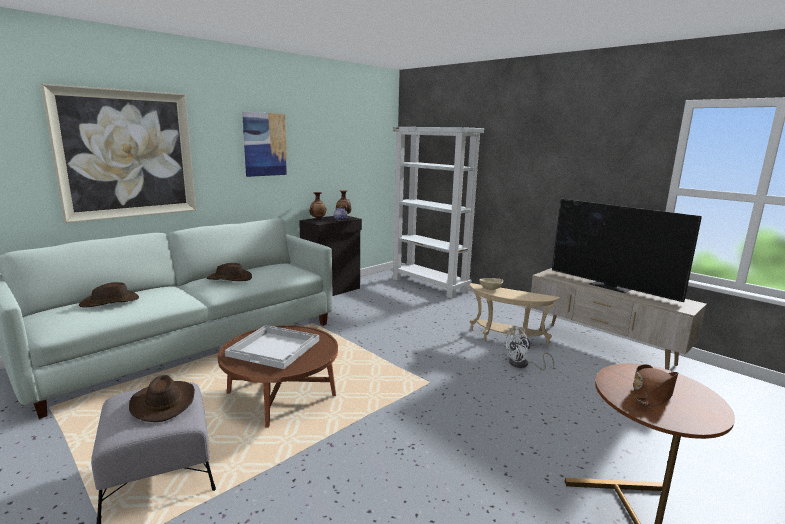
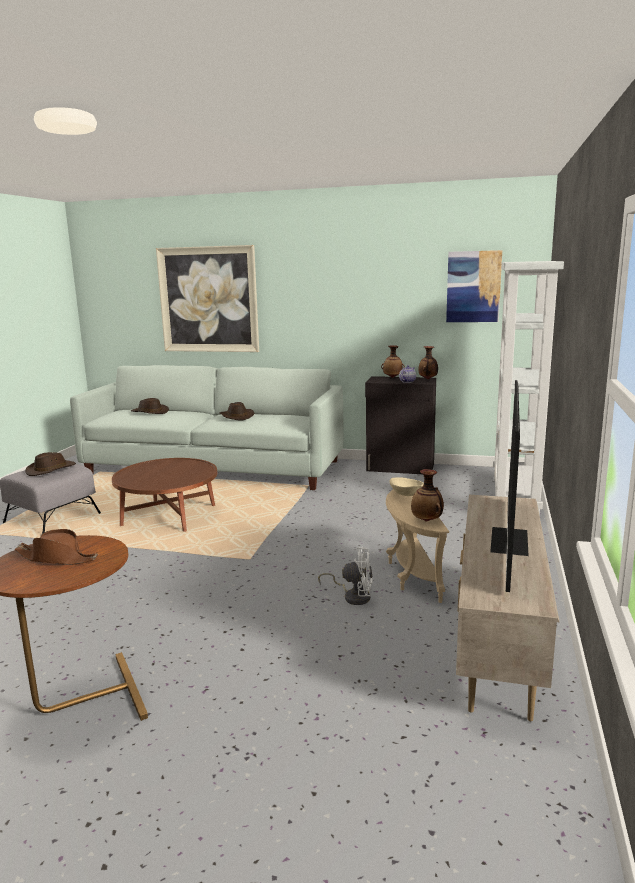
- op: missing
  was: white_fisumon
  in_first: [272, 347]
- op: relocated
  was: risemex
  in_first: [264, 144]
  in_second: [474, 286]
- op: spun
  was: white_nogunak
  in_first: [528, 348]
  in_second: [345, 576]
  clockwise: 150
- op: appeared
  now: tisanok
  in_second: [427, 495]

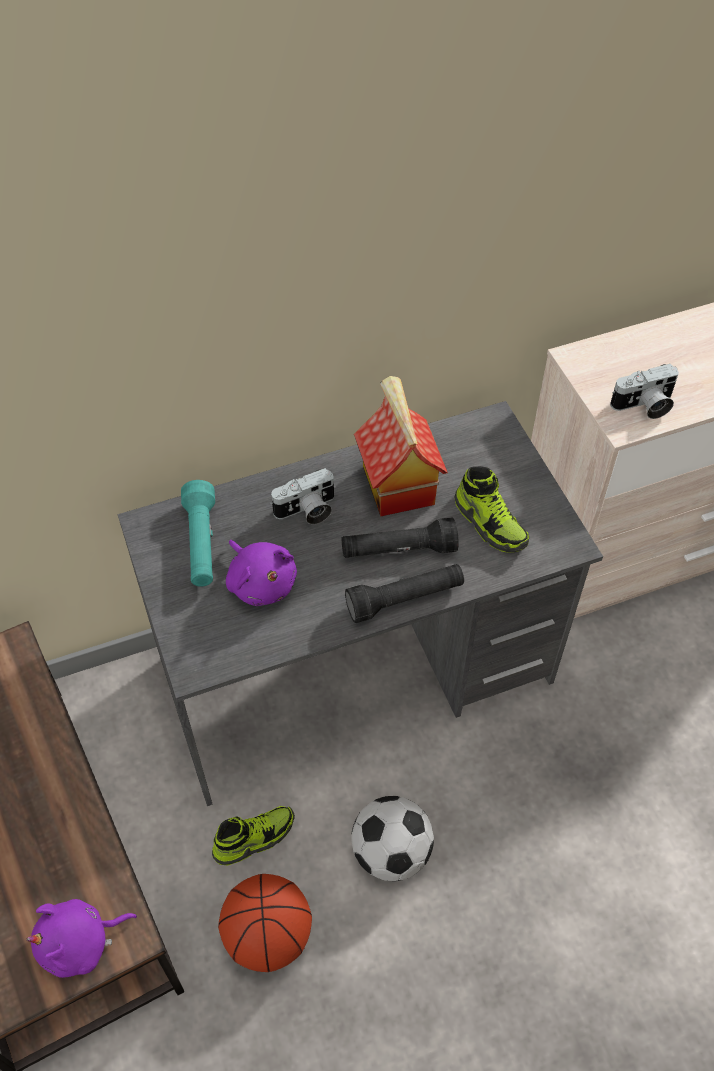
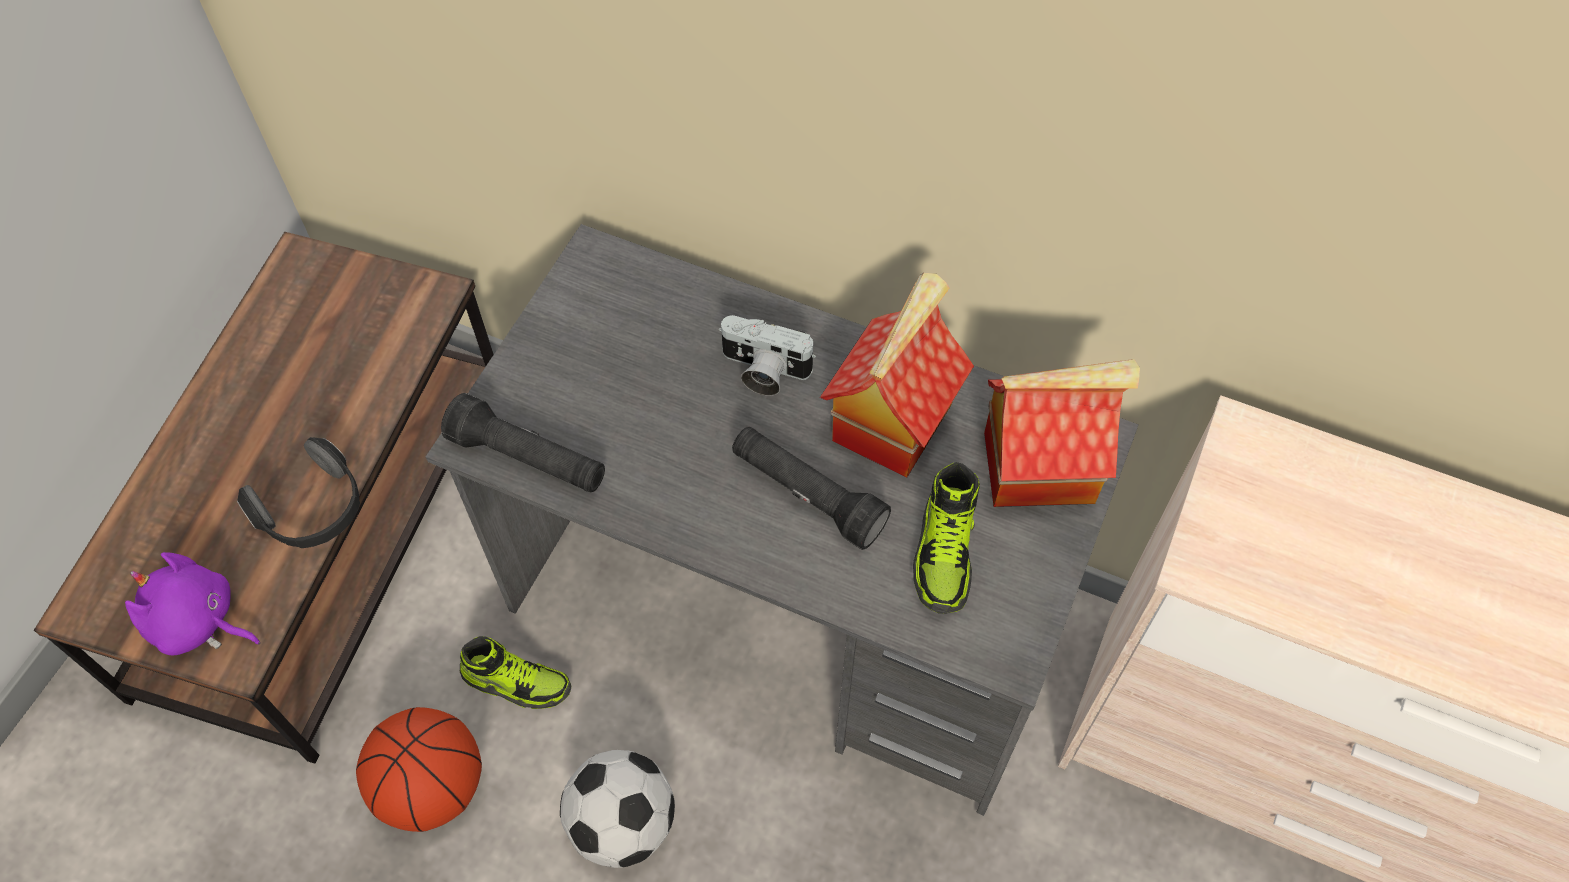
- op: missing
  was: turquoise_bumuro
  in_first: [198, 533]
- op: missing
  was: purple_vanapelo
  in_first: [261, 573]
- op: relocated
  was: black_bumuro
  in_first: [404, 593]
  in_second: [523, 443]
- op: missing
  was: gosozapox
  in_first: [644, 391]
- op: appeared
  now: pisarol
  in_second: [298, 492]
- op: appeared
  now: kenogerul
  in_second: [1062, 433]

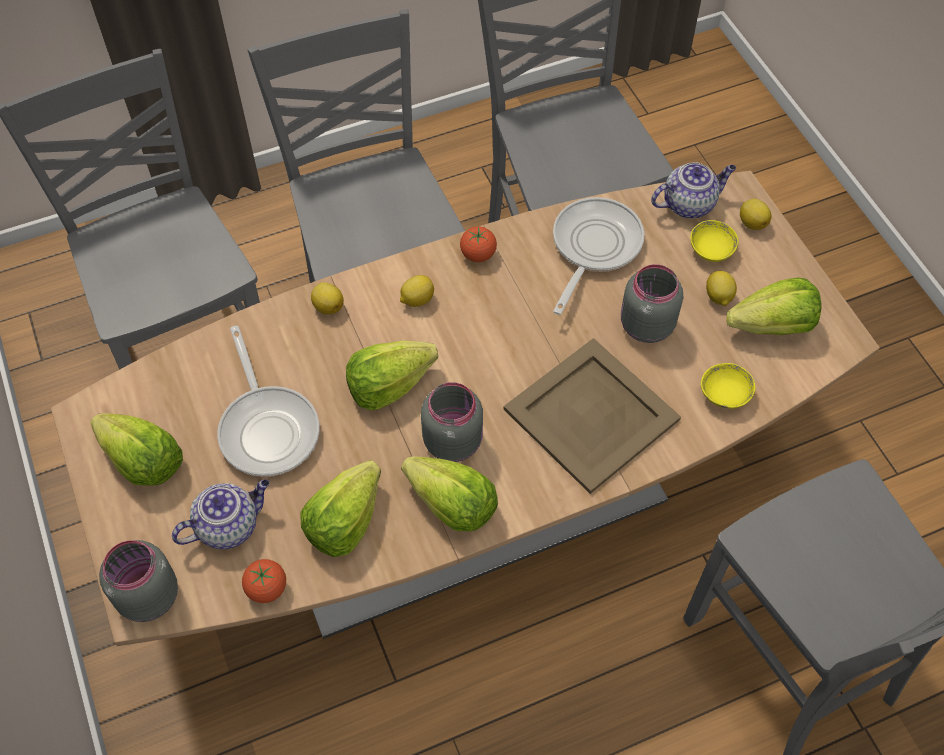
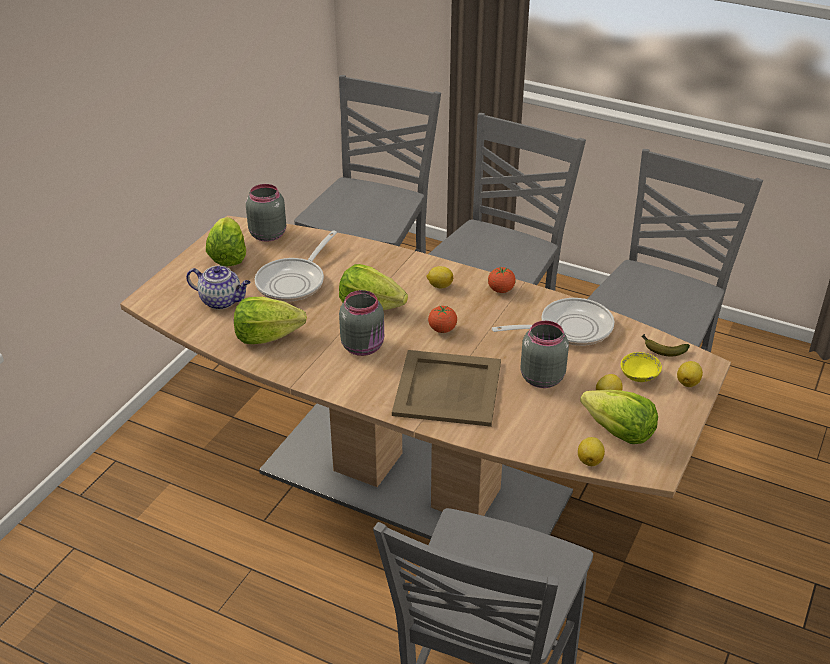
- op: relocated
  was: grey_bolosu
  in_first: [138, 581]
  in_second: [266, 213]
- op: relocated
  was: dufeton
  in_first: [264, 581]
  in_second: [442, 319]
- op: relocated
  was: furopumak
  in_first: [327, 298]
  in_second: [591, 451]
- op: missing
  was: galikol
  in_first: [449, 493]
- op: exchanged
  was: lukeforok
  now: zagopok
  in_first: [693, 190]
  in_second: [665, 345]
- op: missing
  was: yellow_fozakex
  in_first: [728, 386]

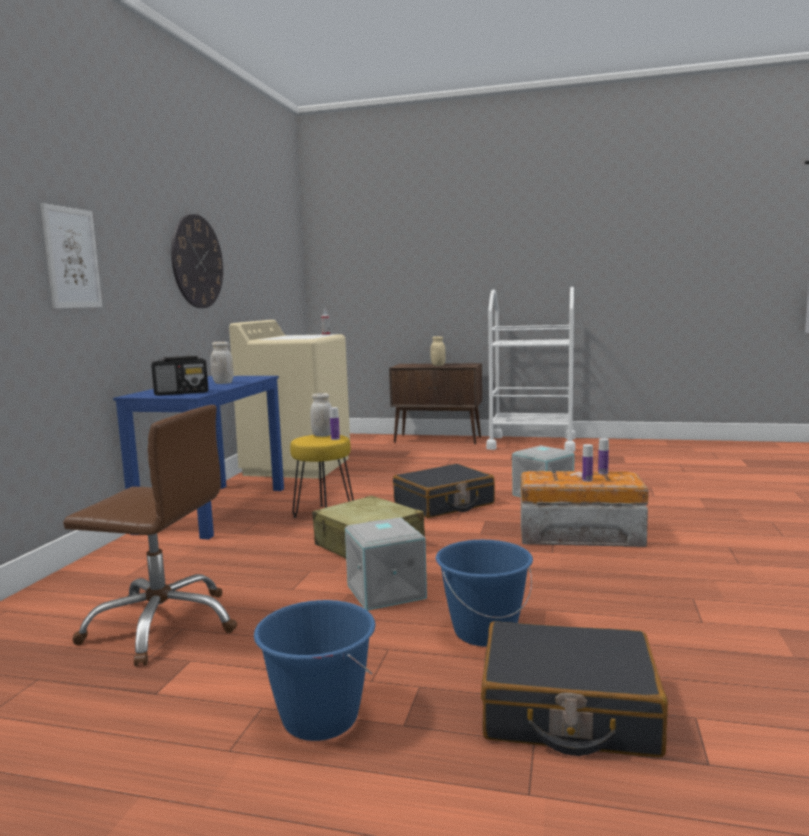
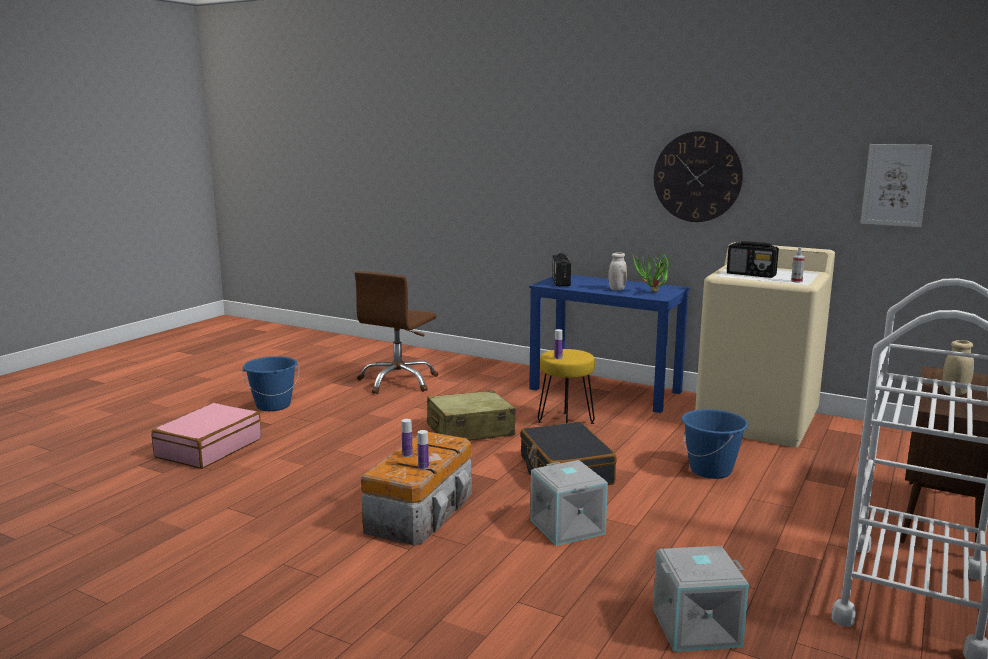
- op: relocated
  was: risemex
  in_first: [71, 256]
  in_second: [896, 185]
- op: missing
  was: white_bolosu
  in_first: [321, 415]
- op: relocated
  was: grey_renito
  in_first: [386, 564]
  in_second: [701, 599]
- op: relocated
  was: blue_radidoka
  in_first: [484, 593]
  in_second: [715, 444]
- op: colour
  was: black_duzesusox
  now: pink_duzesusox
  in_first: [574, 689]
  in_second: [206, 436]
- op: appeared
  now: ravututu
  in_second: [650, 273]
- op: appeared
  now: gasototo
  in_second: [753, 259]

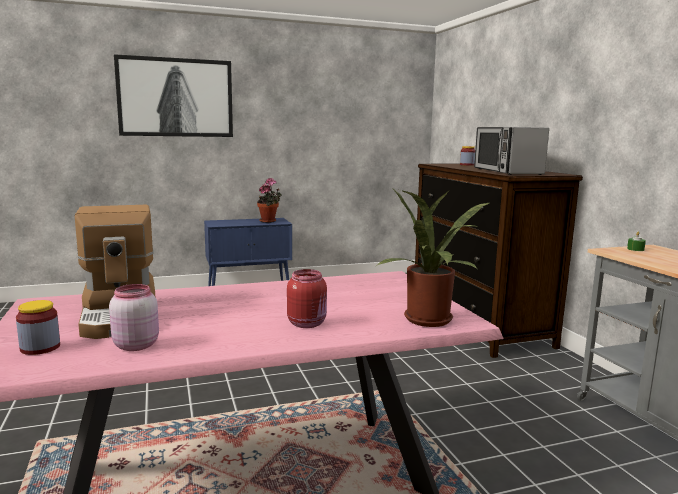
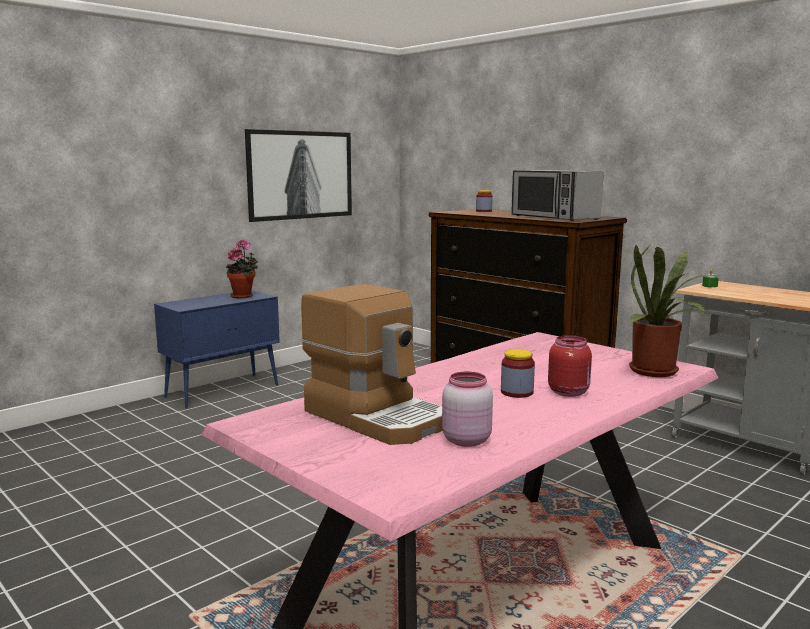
- op: relocated
  was: bolosu
  in_first: [38, 327]
  in_second: [518, 373]
- op: relocated
  was: risemex
  in_first: [173, 95]
  in_second: [298, 175]

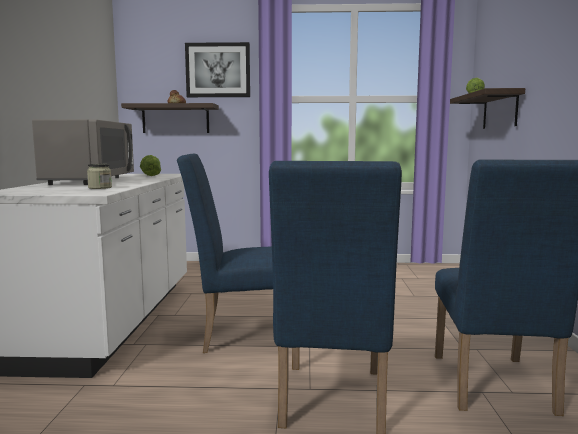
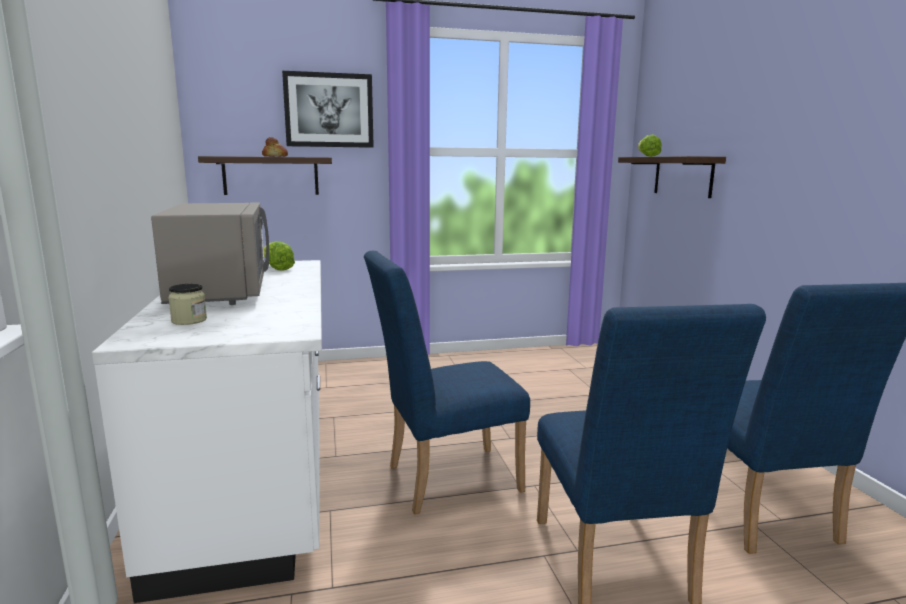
- op: relocated
  was: bolosu
  in_first: [99, 176]
  in_second: [187, 304]

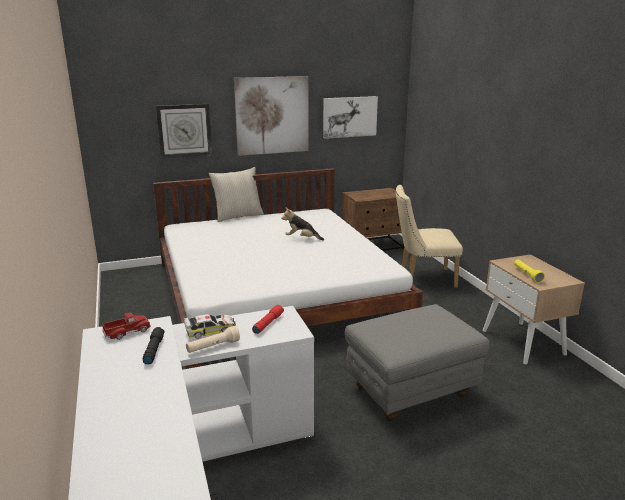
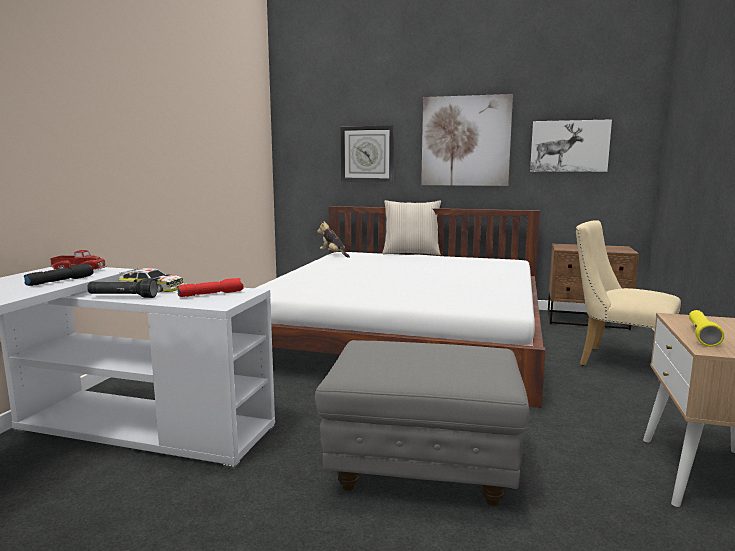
- op: colour
  was: beige_bumuro
  now: black_bumuro
  in_first: [213, 339]
  in_second: [122, 288]
- op: relocated
  was: vanapelo
  in_first: [302, 224]
  in_second: [333, 239]

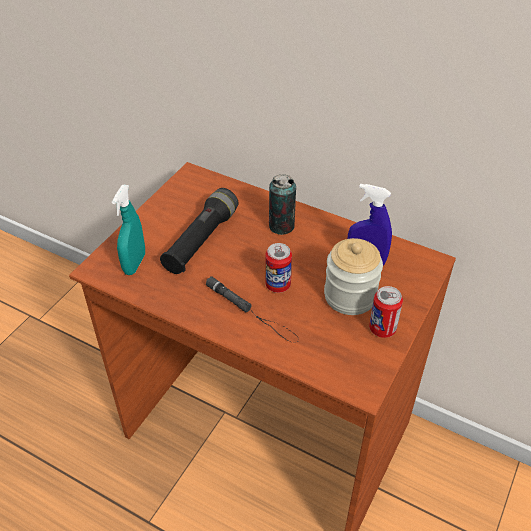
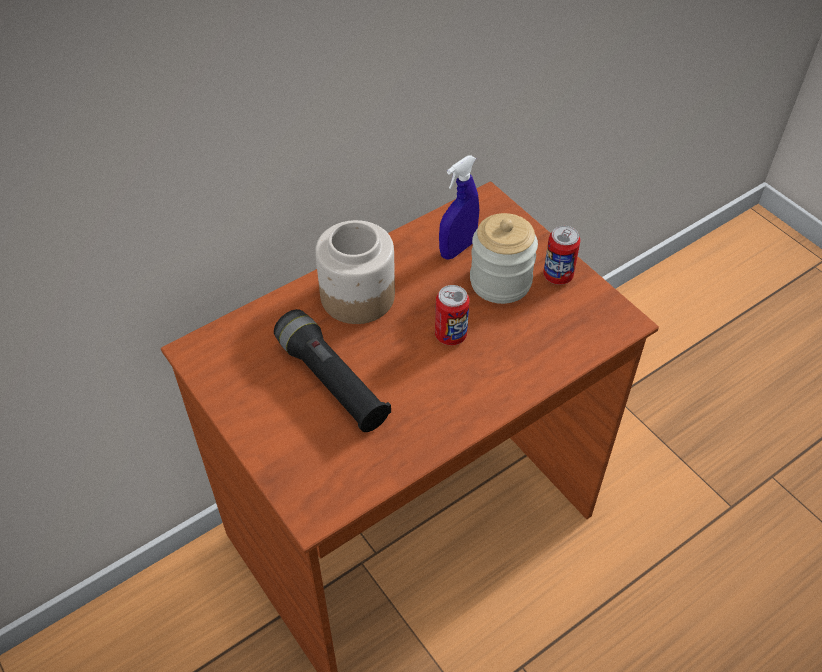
- op: missing
  was: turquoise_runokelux
  in_first: [128, 230]
- op: missing
  was: black_bumuro
  in_first: [252, 309]
- op: exchanged
  was: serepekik
  now: bolosu
  in_first: [282, 204]
  in_second: [355, 272]

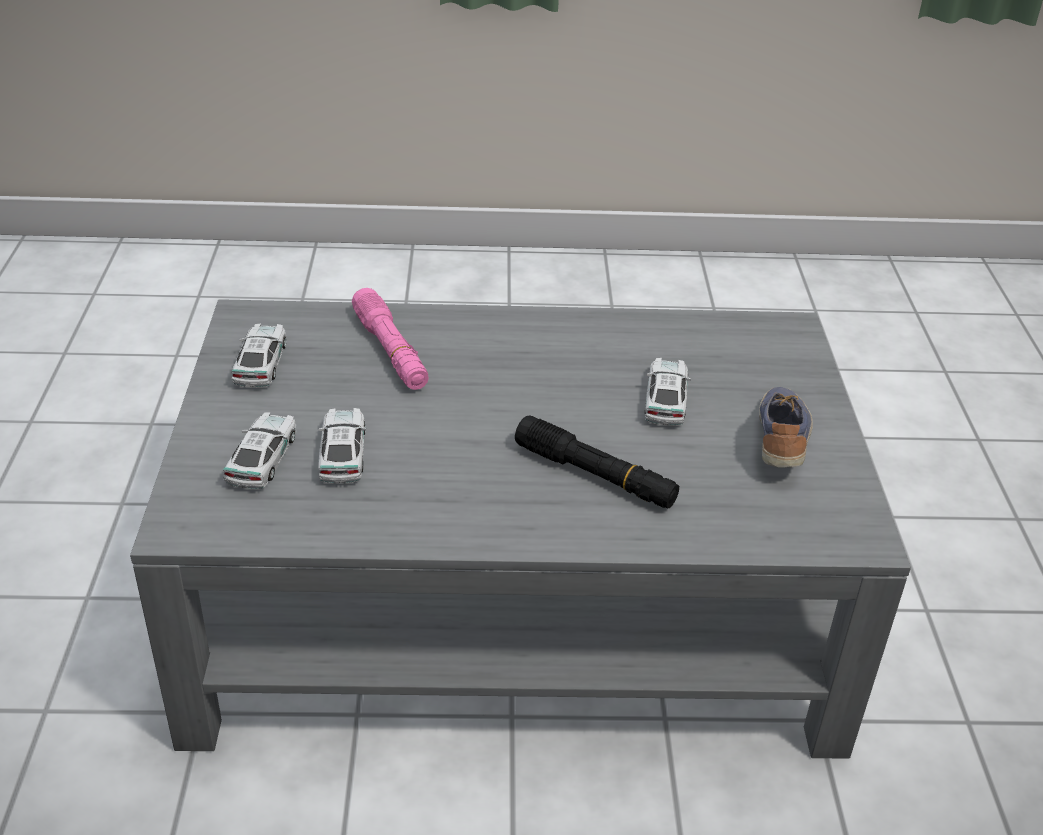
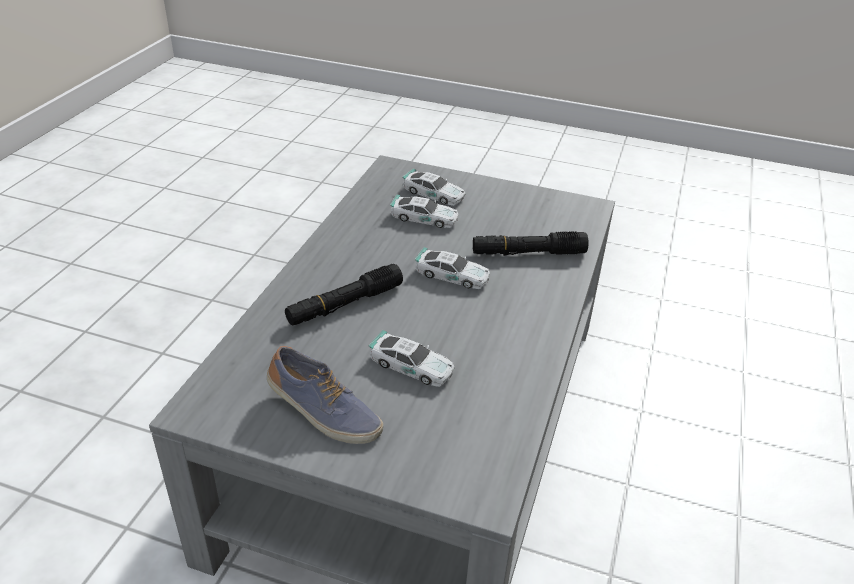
- op: relocated
  was: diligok
  in_first: [258, 355]
  in_second: [452, 268]
- op: colour
  was: pink_bumuro
  now: black_bumuro
  in_first: [390, 339]
  in_second: [530, 243]

